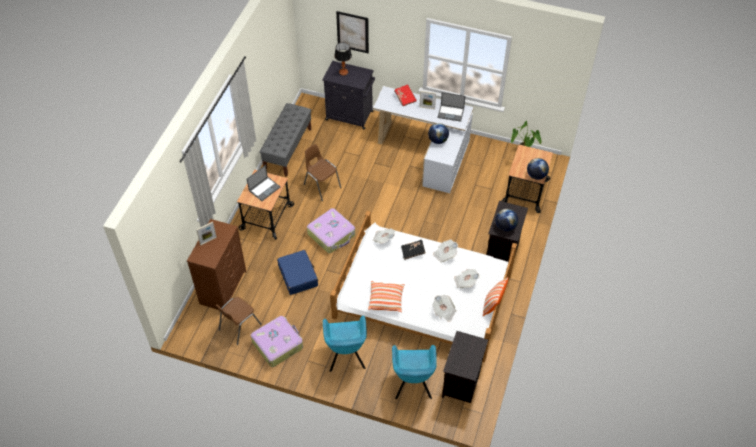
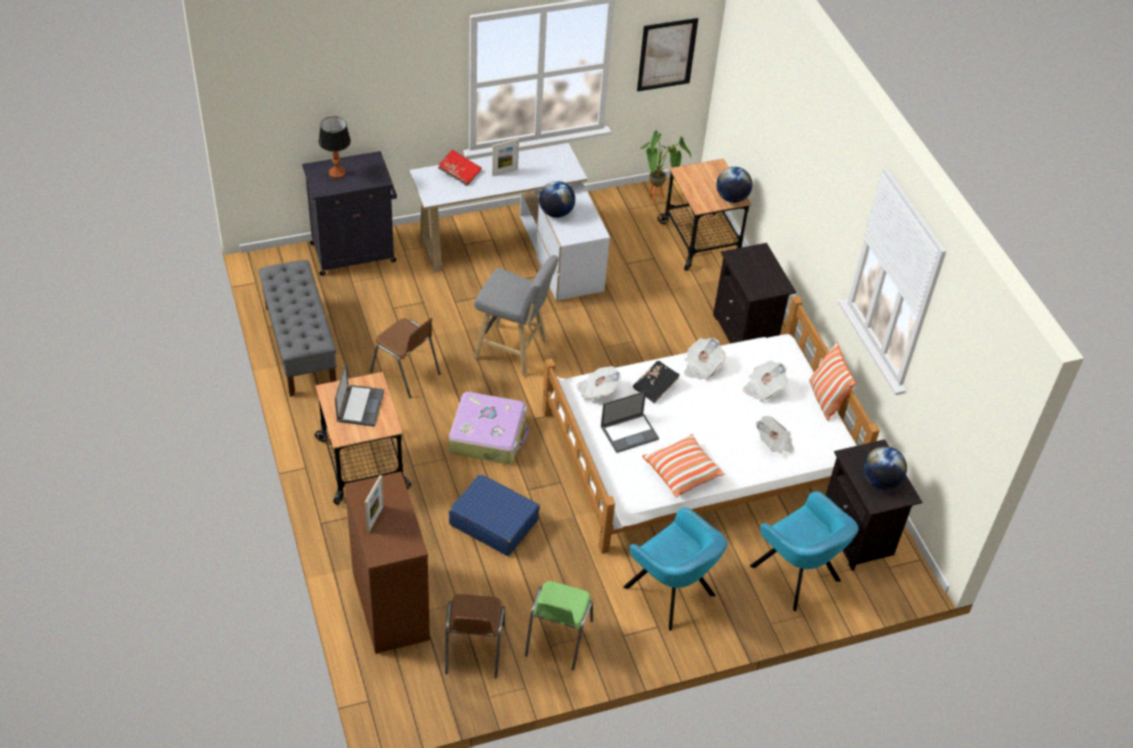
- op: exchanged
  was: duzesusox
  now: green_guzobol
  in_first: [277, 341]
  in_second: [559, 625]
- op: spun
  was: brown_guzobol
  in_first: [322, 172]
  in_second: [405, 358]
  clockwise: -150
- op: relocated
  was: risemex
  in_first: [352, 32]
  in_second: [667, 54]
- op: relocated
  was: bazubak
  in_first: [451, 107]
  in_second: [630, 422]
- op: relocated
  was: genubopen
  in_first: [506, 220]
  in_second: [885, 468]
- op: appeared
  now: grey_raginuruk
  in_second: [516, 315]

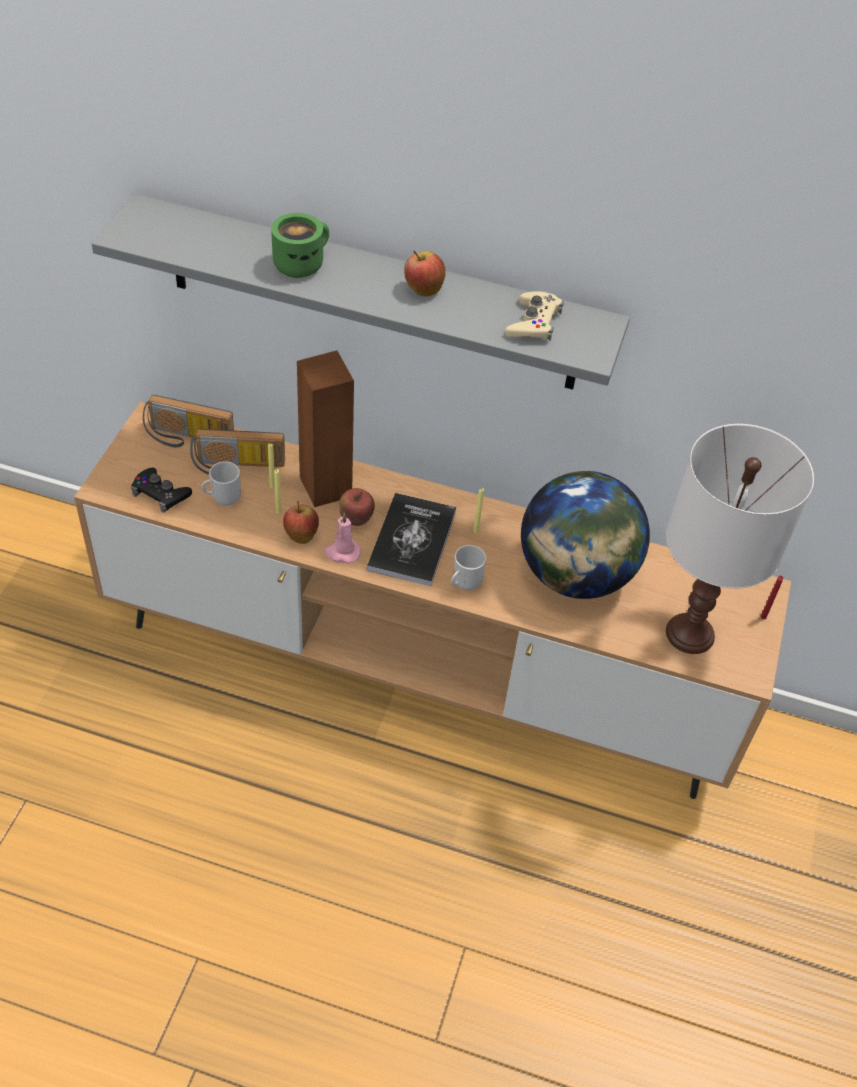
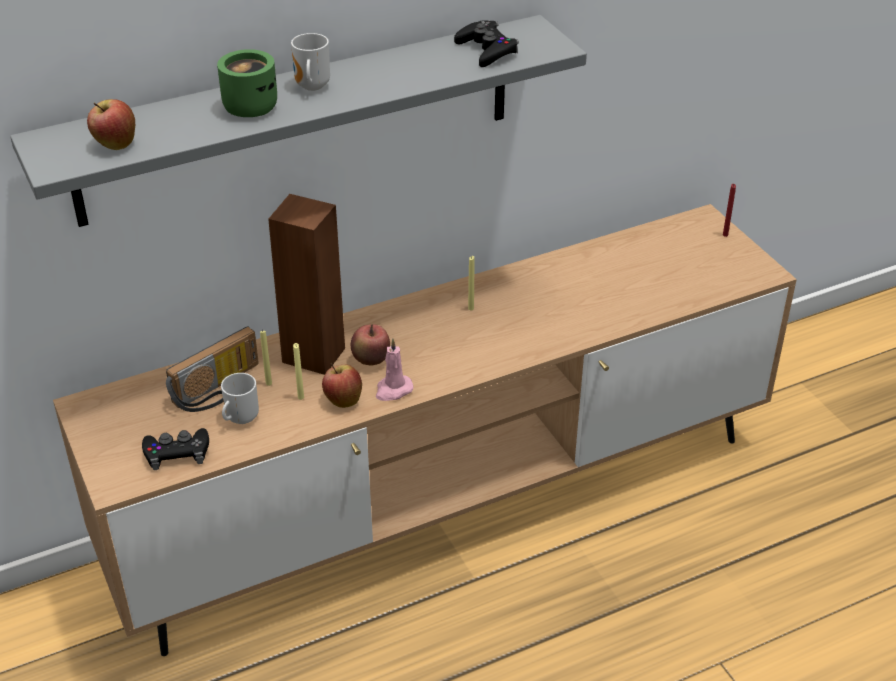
- op: missing
  was: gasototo
  in_first: [188, 421]
- op: missing
  was: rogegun
  in_first: [411, 539]
- op: relocated
  was: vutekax
  in_first: [424, 273]
  in_second: [111, 124]
- op: relocated
  was: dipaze
  in_first: [468, 567]
  in_second: [310, 62]
- op: colour
  was: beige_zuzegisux
  now: black_zuzegisux
  in_first: [534, 316]
  in_second: [486, 43]
- op: missing
  was: genubopen
  in_first: [585, 535]
- op: missing
  was: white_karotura
  in_first: [740, 539]

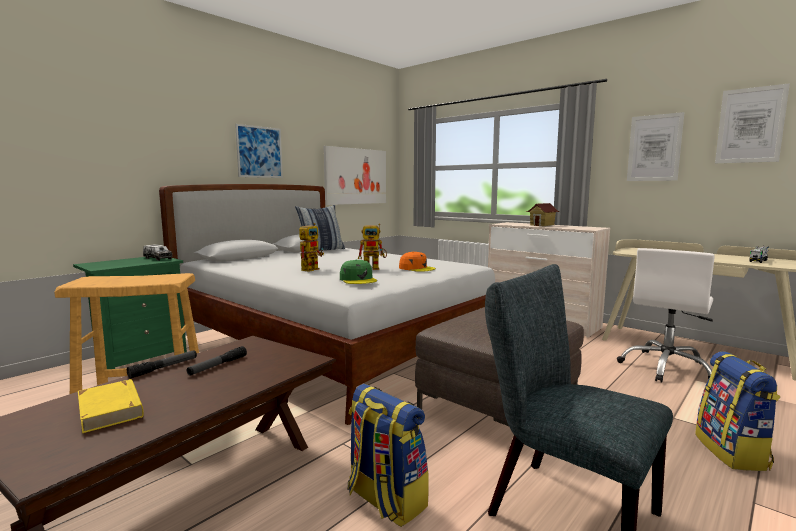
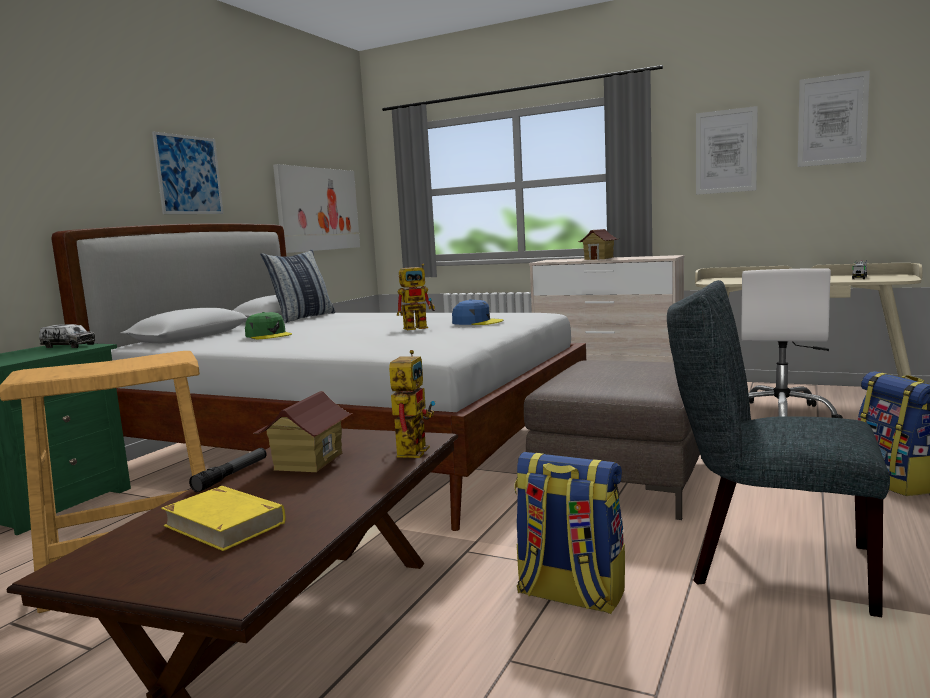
- op: exchanged
  was: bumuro
  now: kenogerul
  in_first: [217, 360]
  in_second: [302, 431]
- op: relocated
  was: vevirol
  in_first: [311, 247]
  in_second: [412, 404]
- op: relocated
  was: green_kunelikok
  in_first: [358, 272]
  in_second: [268, 325]
- op: colour
  was: orange_kunelikok
  now: blue_kunelikok
  in_first: [417, 262]
  in_second: [478, 312]

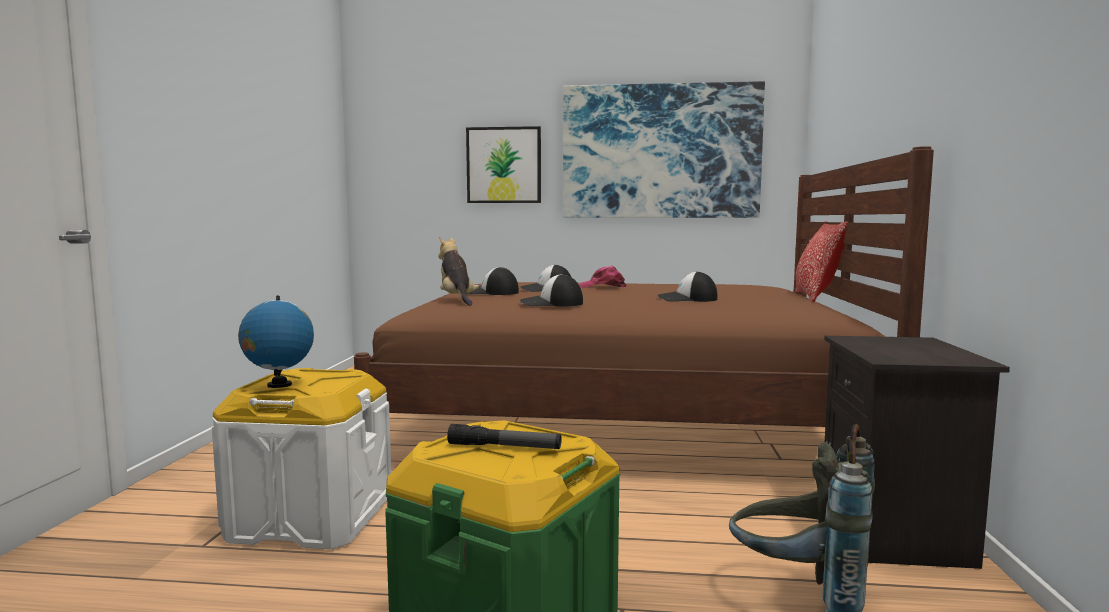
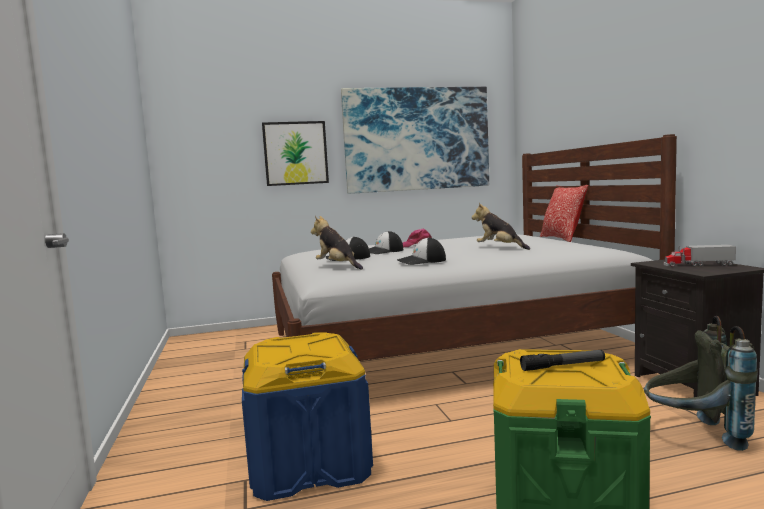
- op: colour
  was: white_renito
  now: blue_renito
  in_first: [301, 458]
  in_second: [307, 416]
- op: missing
  was: genubopen
  in_first: [276, 342]
- op: colour
  was: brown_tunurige
  now: white_tunurige
  in_first: [644, 286]
  in_second: [474, 247]
- op: exchanged
  was: kunelikok
  now: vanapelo
  in_first: [688, 286]
  in_second: [501, 226]
- op: appeared
  now: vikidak
  in_second: [700, 256]

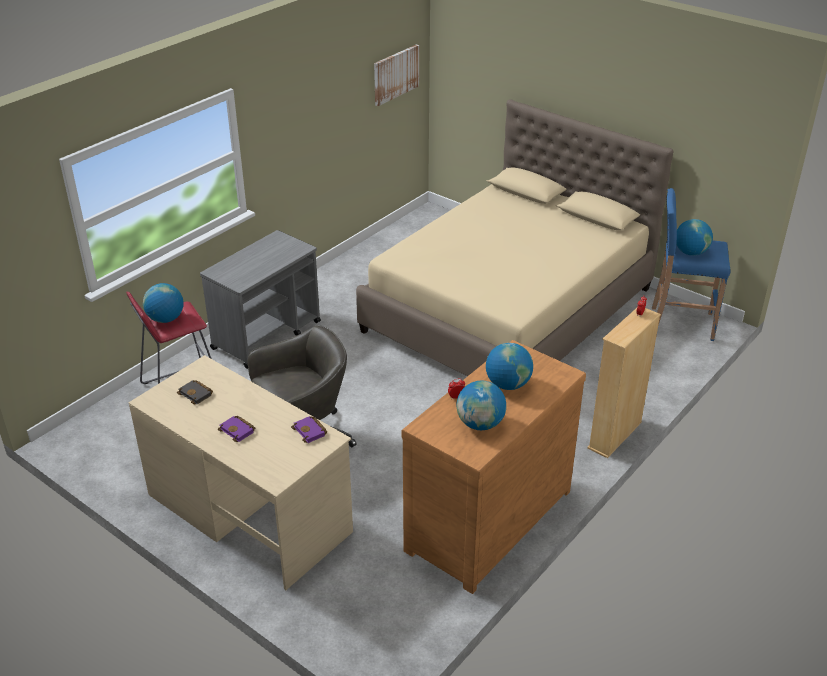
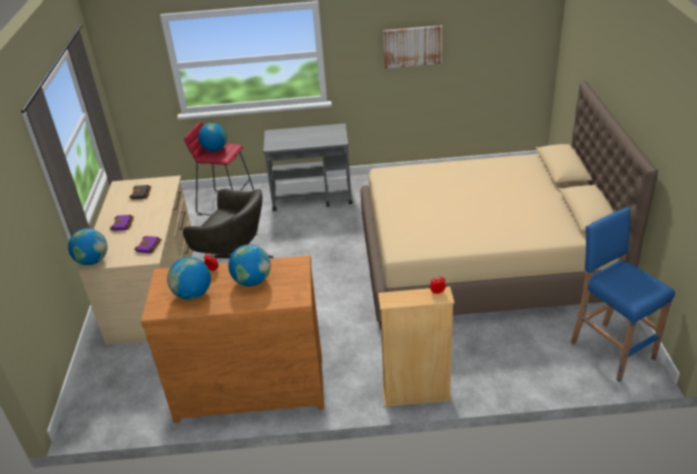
- op: relocated
  was: risemex
  in_first: [396, 75]
  in_second: [412, 47]
- op: relocated
  was: genubopen
  in_first: [694, 237]
  in_second: [87, 246]

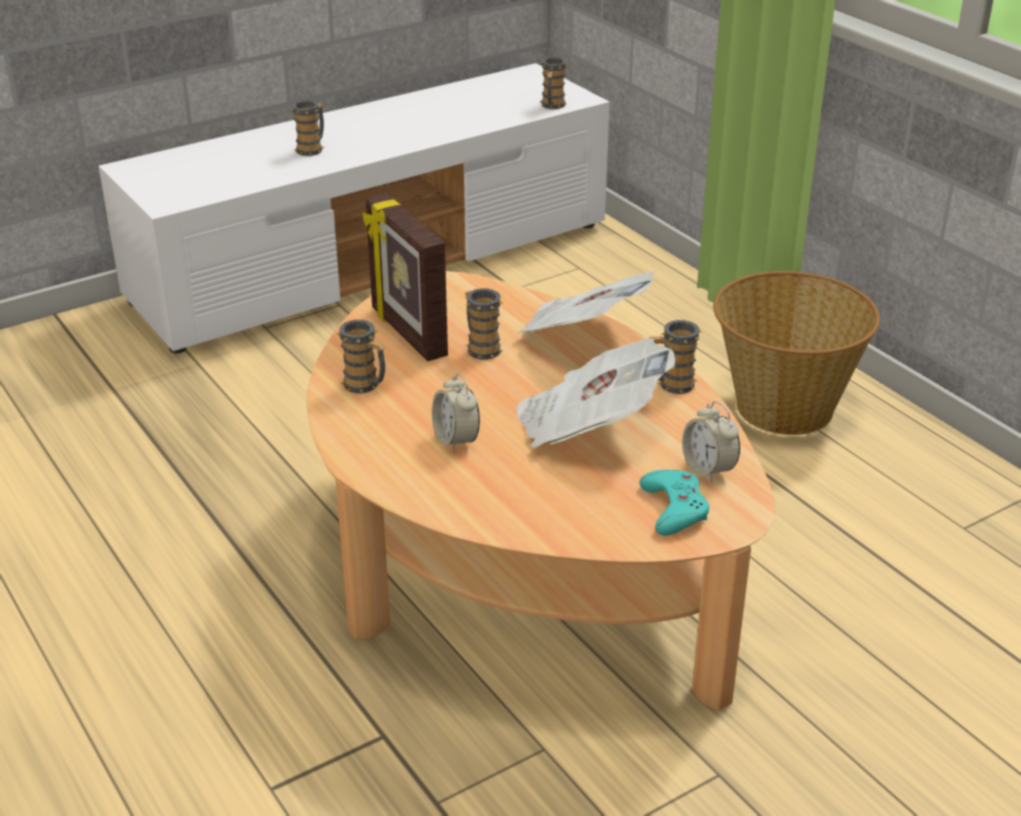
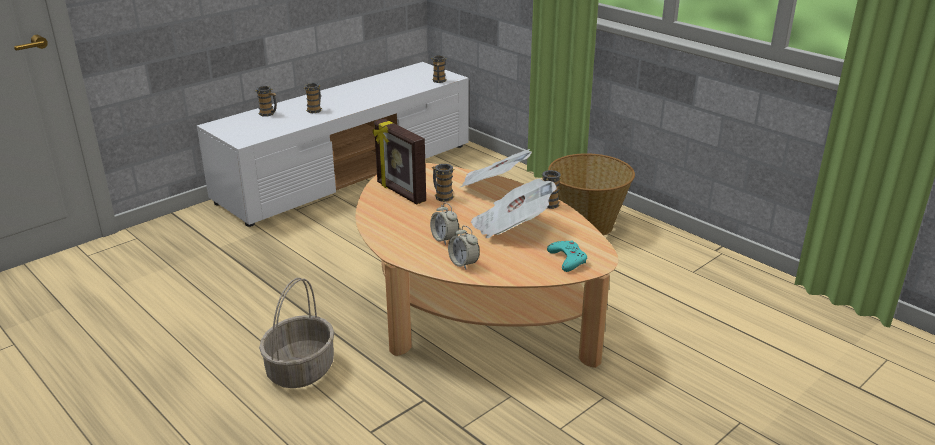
- op: relocated
  was: dipaze
  in_first: [361, 356]
  in_second: [266, 101]
- op: relocated
  was: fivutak
  in_first: [711, 442]
  in_second: [464, 247]
- op: appeared
  now: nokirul
  in_second: [296, 333]

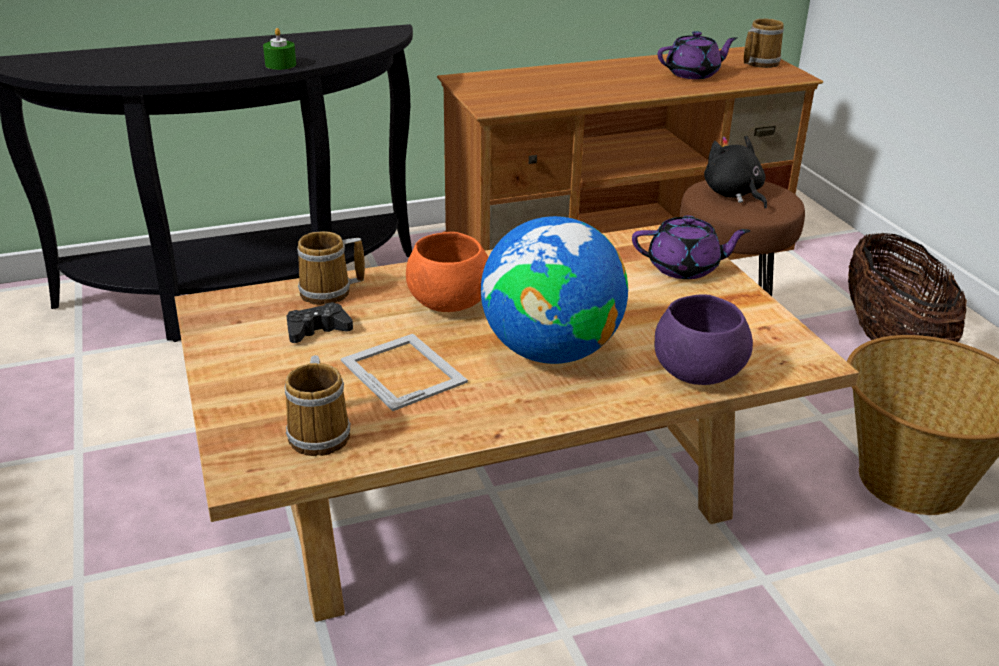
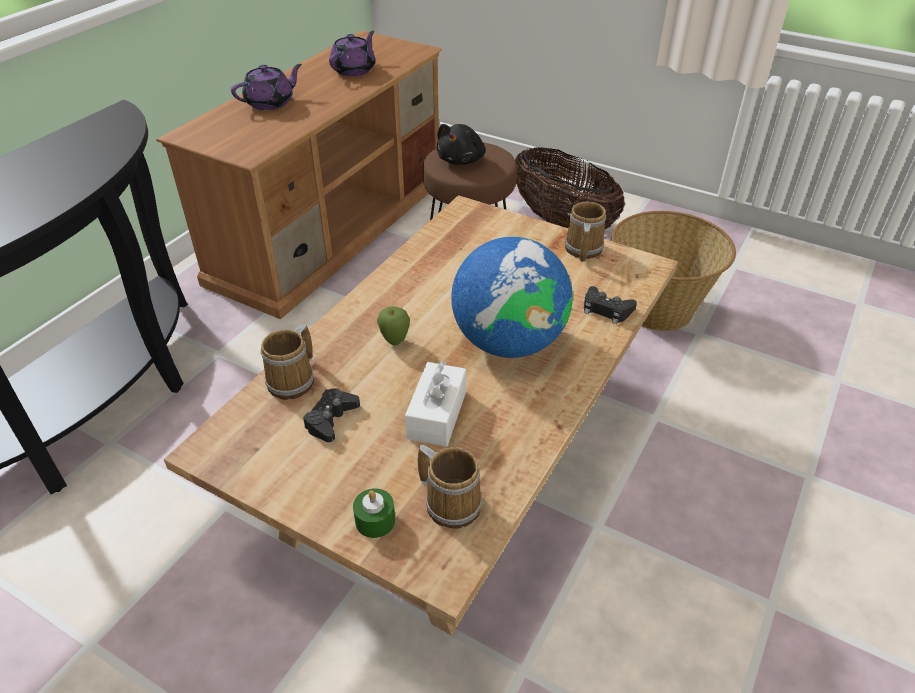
- op: relocated
  was: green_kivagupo
  in_first: [279, 49]
  in_second: [374, 513]
- op: exchanged
  was: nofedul
  now: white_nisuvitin
  in_first: [404, 372]
  in_second: [435, 404]
- op: exchanged
  was: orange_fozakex
  now: vutekax
  in_first: [447, 272]
  in_second: [393, 326]
- op: relocated
  was: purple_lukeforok
  in_first: [691, 247]
  in_second: [266, 87]
- op: exchanged
  was: purple_fozakex
  now: black_zuzegisux
  in_first: [704, 339]
  in_second: [610, 305]
- op: spun
  was: black_vanapelo
  in_first: [735, 171]
  in_second: [461, 144]
  clockwise: -90
- op: relocated
  was: dipaze
  in_first: [764, 43]
  in_second: [585, 232]

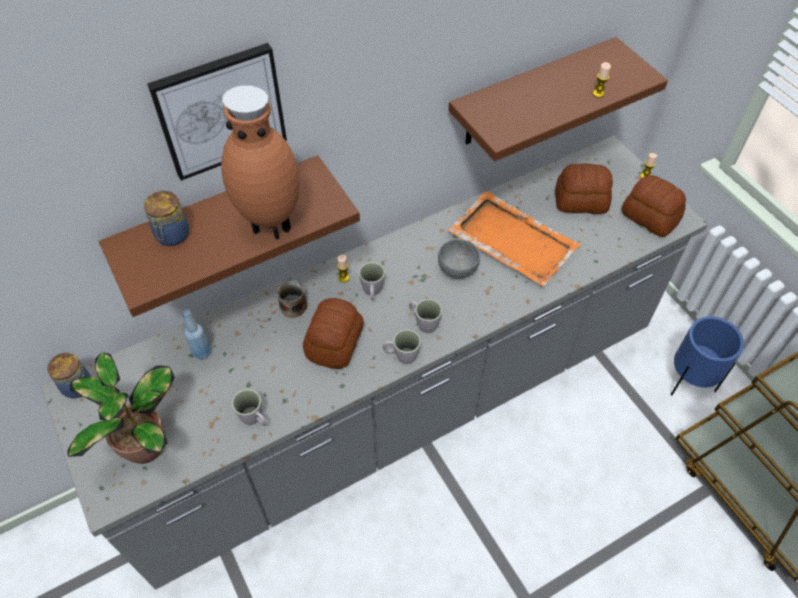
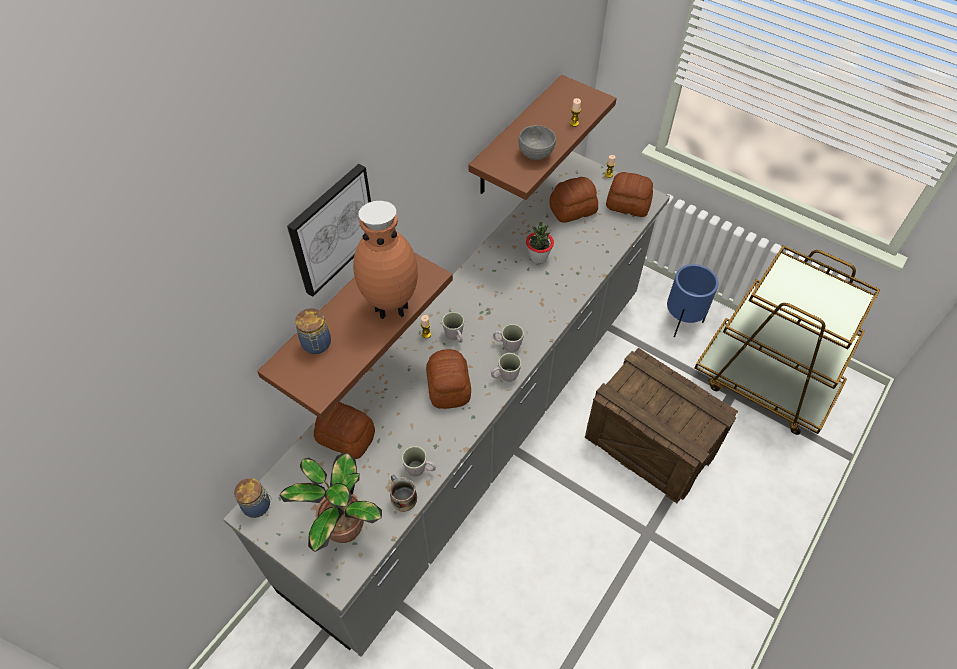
- op: exchanged
  was: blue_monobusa
  now: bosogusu
  in_first: [196, 334]
  in_second: [344, 430]
- op: relocated
  was: dipaze
  in_first: [292, 297]
  in_second: [403, 493]
- op: relocated
  was: grey_fozakex
  in_first: [459, 259]
  in_second: [537, 142]
- op: exchanged
  was: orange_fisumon
  now: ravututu
  in_first: [514, 238]
  in_second: [540, 242]
- op: appeared
  now: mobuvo
  in_second: [661, 425]

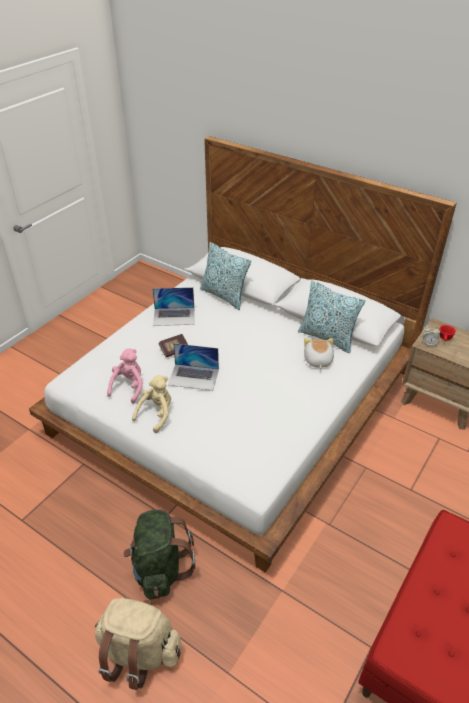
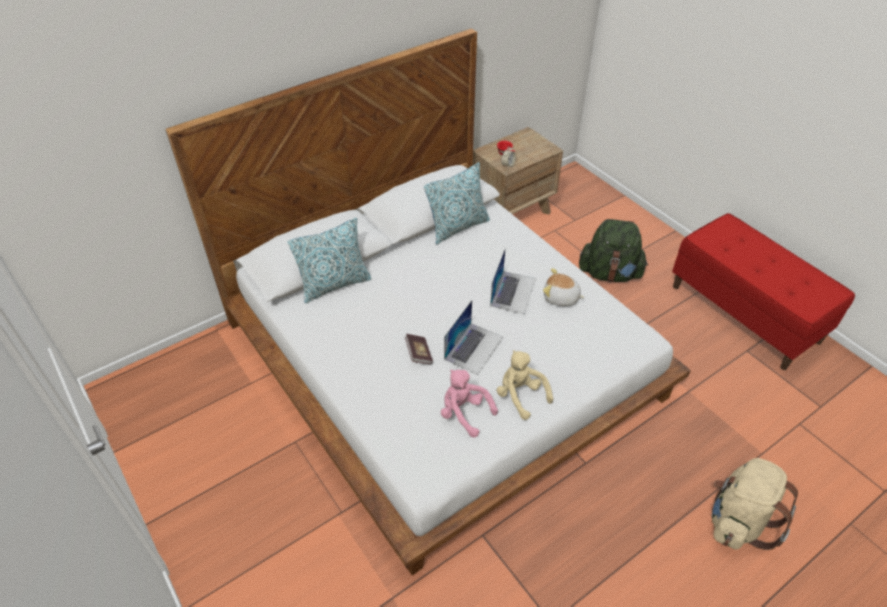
- op: relocated
  was: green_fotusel
  in_first: [159, 554]
  in_second: [613, 250]
- op: relocated
  was: bazubak
  in_first: [173, 306]
  in_second: [513, 281]
- op: relocated
  was: vanapelo
  in_first: [319, 353]
  in_second: [564, 287]

